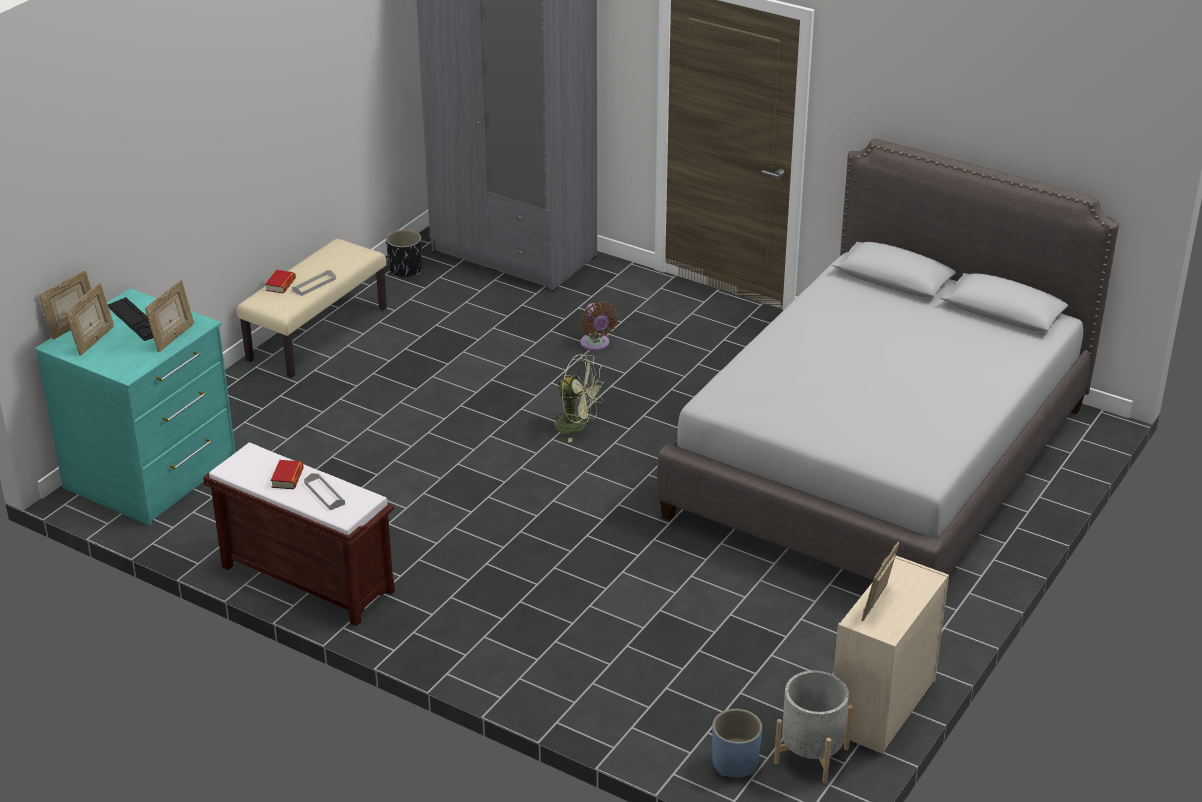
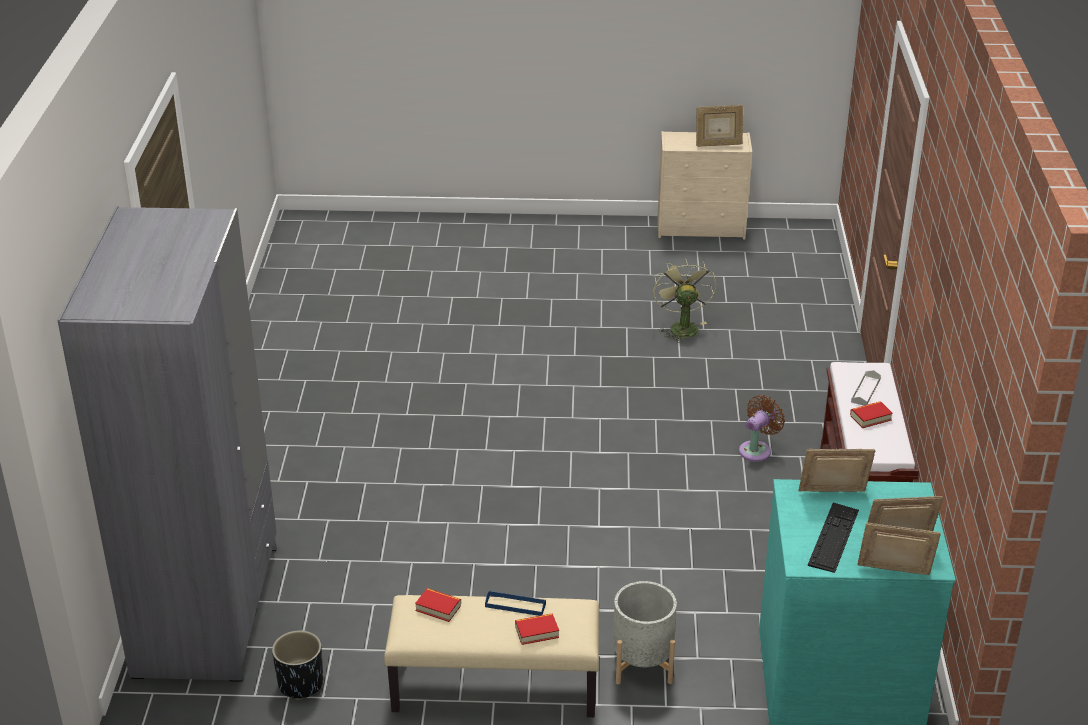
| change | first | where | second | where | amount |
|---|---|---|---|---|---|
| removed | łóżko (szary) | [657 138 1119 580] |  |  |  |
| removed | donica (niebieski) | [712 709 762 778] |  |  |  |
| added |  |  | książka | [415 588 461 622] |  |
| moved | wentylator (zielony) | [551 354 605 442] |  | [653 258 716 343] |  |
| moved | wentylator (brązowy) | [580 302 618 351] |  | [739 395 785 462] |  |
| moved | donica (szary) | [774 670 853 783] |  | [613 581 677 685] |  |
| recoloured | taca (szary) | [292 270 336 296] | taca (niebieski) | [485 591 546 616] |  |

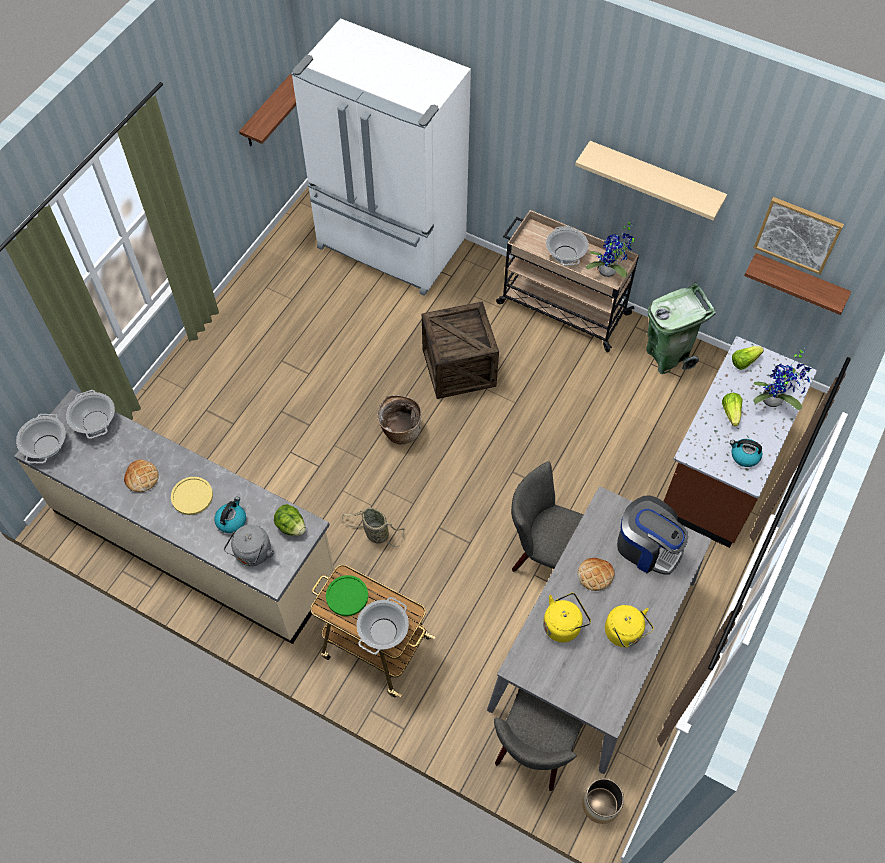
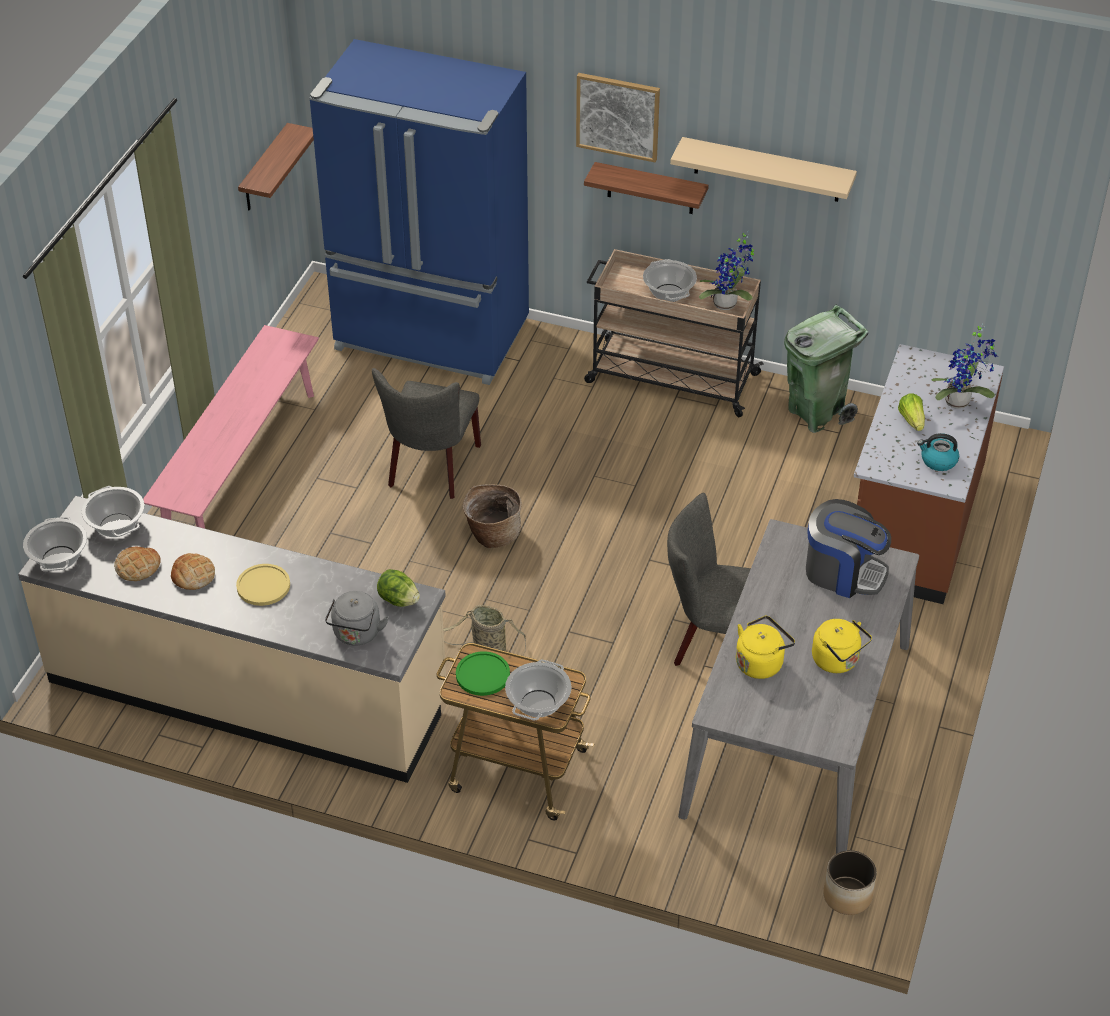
| change | first | where | second | where | amount |
|---|---|---|---|---|---|
| removed | czajnik | [214 497 246 533] |  |  |  |
| removed | skrzynka | [422 301 499 399] |  |  |  |
| removed | sałata | [732 346 764 370] |  |  |  |
| added |  |  | ławka (różowy) | [143 325 319 529] |  |
| moved | krzesło (szary) | [494 689 584 791] |  | [372 368 481 499] |  |
| moved | chleb | [578 558 615 591] |  | [114 547 161 581] |  |
| moved | półka | [744 253 852 315] |  | [584 162 709 214] |  |
| moved | obraz | [754 197 844 275] |  | [576 73 660 162] |  |
| recoloured | lodówka (biały) | [291 18 471 296] | lodówka (niebieski) | [309 39 529 385] |  |

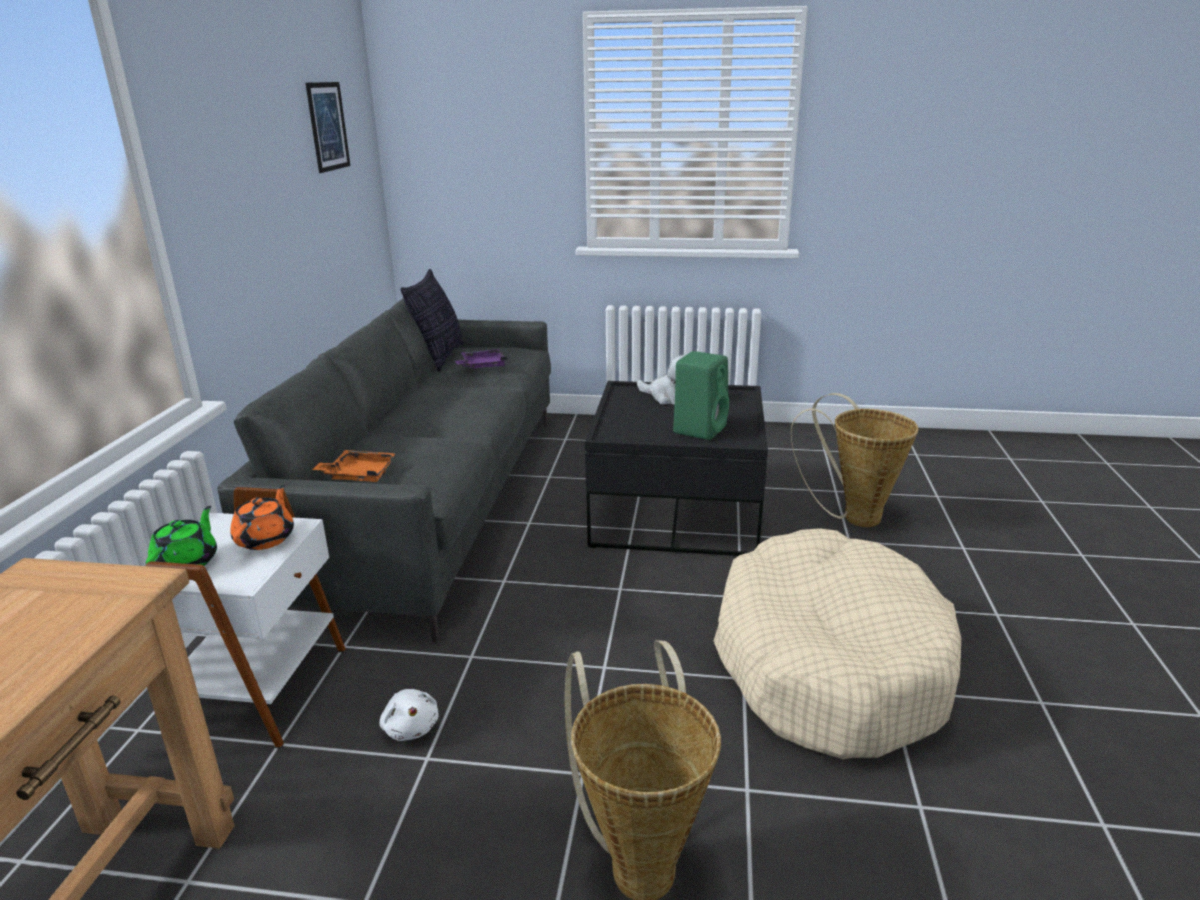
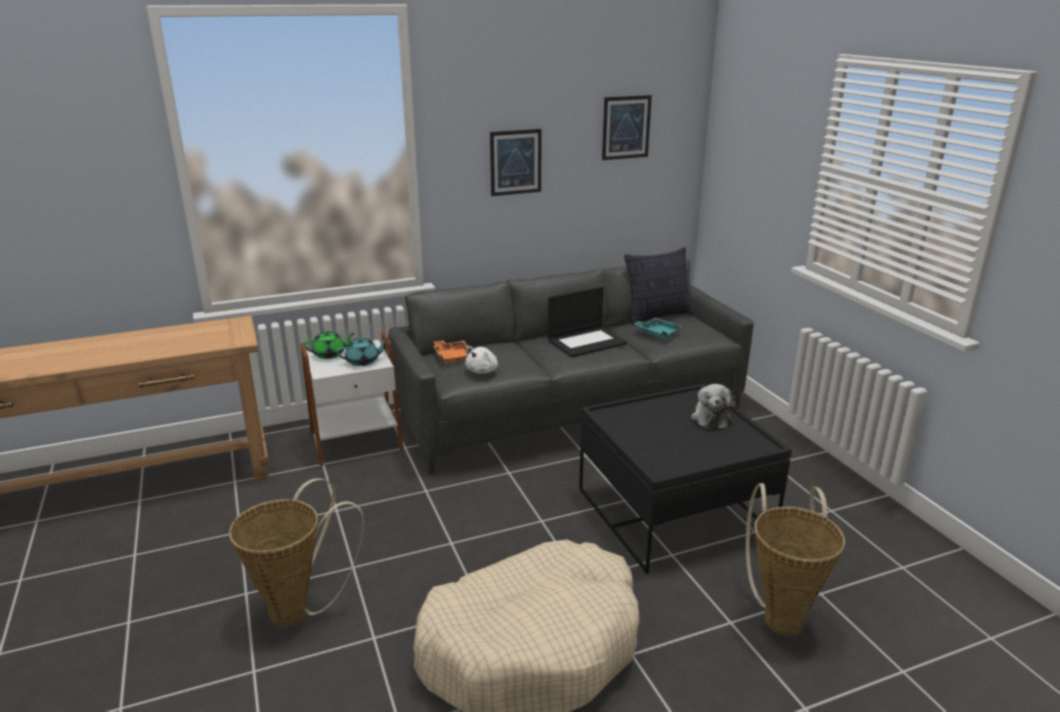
| change | first | where | second | where | amount |
|---|---|---|---|---|---|
| removed | głośnik (zielony) | [673 351 729 440] |  |  |  |
| added |  |  | obraz | [490 129 542 196] |  |
| added |  |  | laptop | [548 286 627 357] |  |
| moved | pluszak (biały) | [380 689 438 741] |  | [465 346 498 373] |  |
| recoloured | imbryk (pomarańczowy) | [230 485 294 550] | imbryk (turkusowy) | [336 337 389 366] |  |
| recoloured | taca (fioletowy) | [455 349 508 369] | taca (turkusowy) | [634 318 682 339] |  |

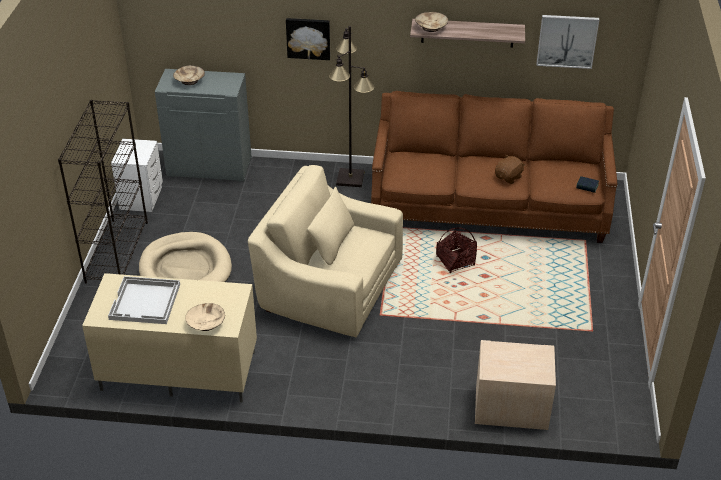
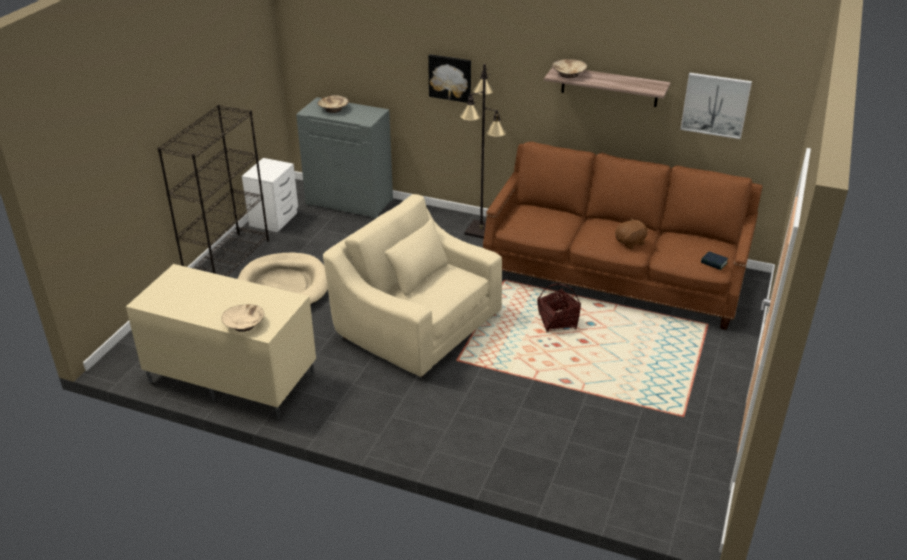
| change | first | where | second | where | amount |
|---|---|---|---|---|---|
| removed | taca (biały) | [108 276 180 324] |  |  |  |
| removed | szafka nocna (beżowy) | [475 340 556 430] |  |  |  |

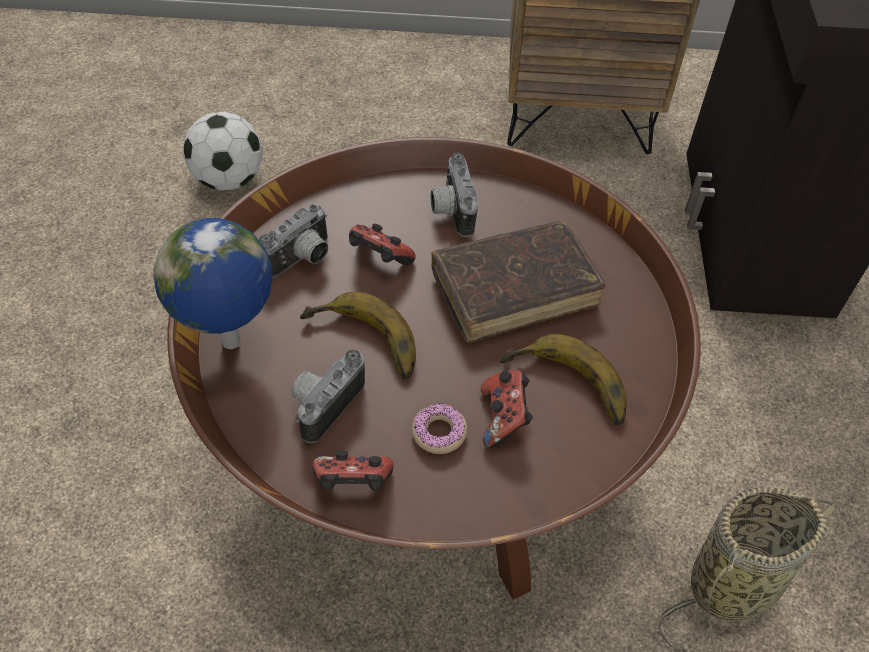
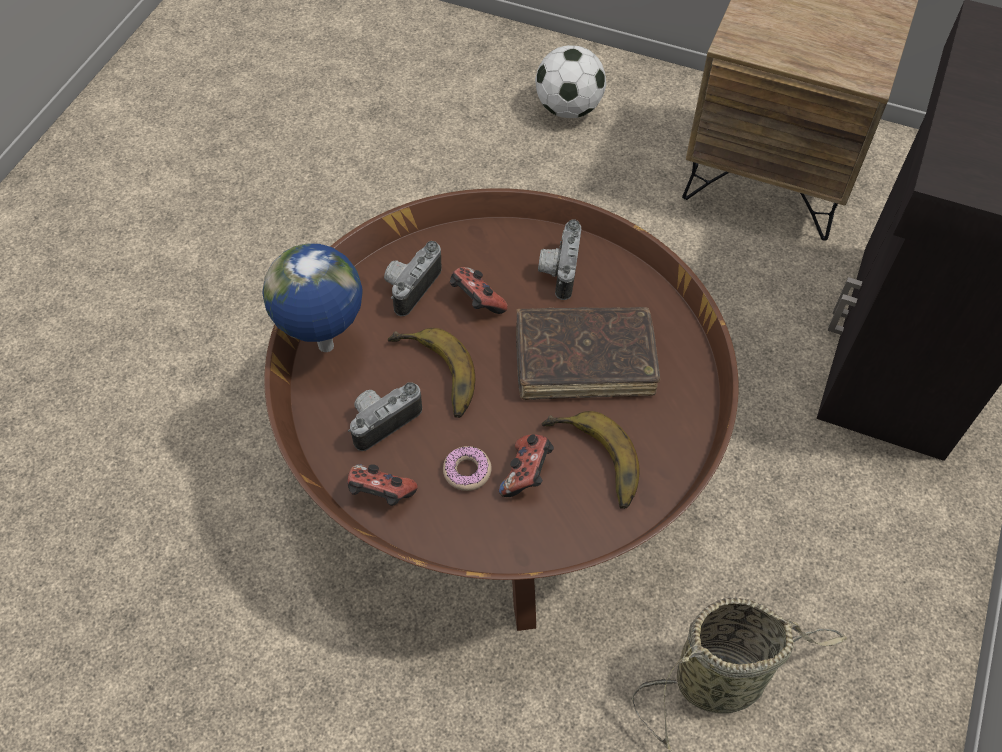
| change | first | where | second | where | amount |
|---|---|---|---|---|---|
| moved | piłka futbolowa | [183 112 263 190] |  | [535 45 606 118] |  |
| turned | aparat fotograficzny | [259 204 328 279] |  | [384 241 441 316] | 150 degrees clockwise |

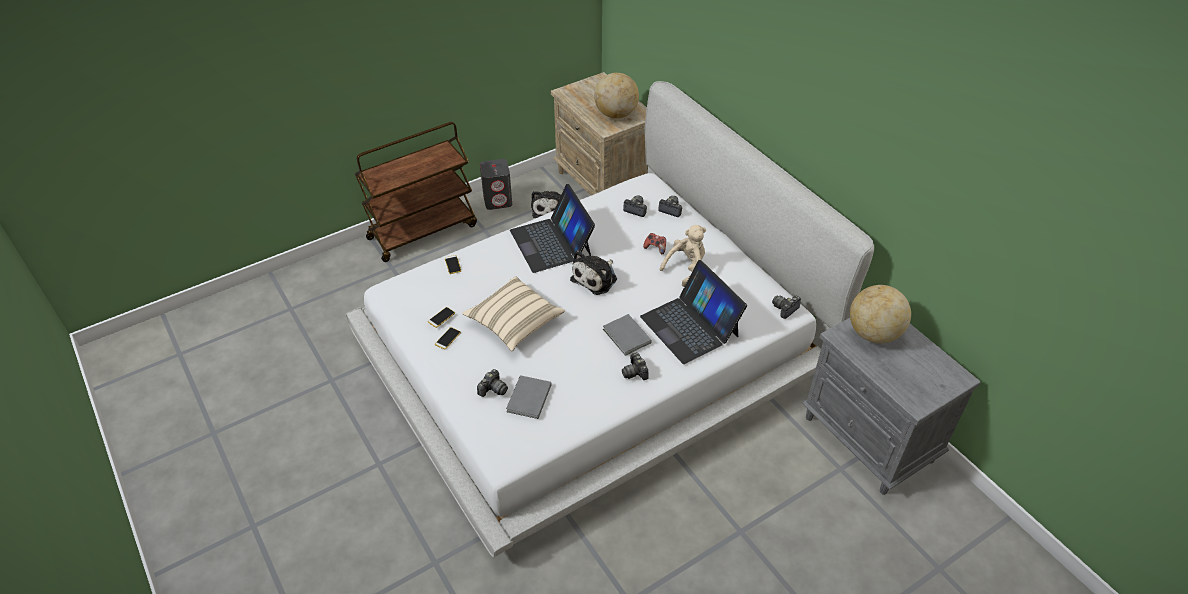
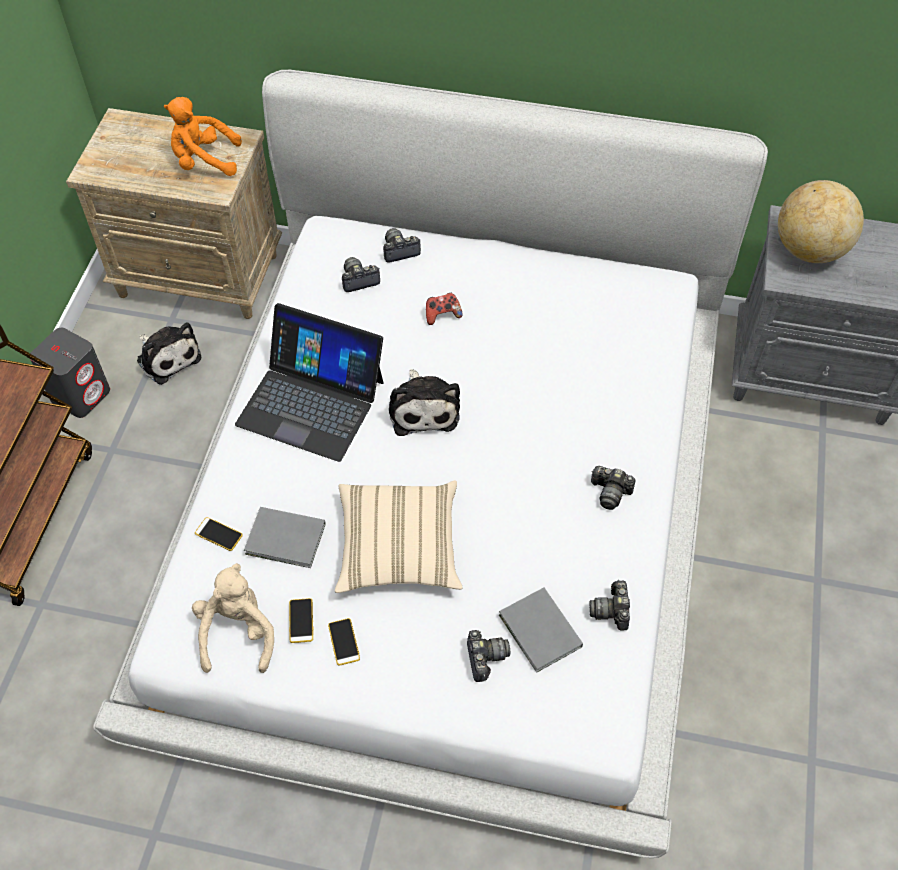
| change | first | where | second | where | amount |
|---|---|---|---|---|---|
| removed | laptop | [640 260 747 364] |  |  |  |
| moved | książka (szary) | [603 314 652 356] |  | [244 507 326 568] |  |
| moved | pluszak (beżowy) | [660 225 706 287] |  | [192 563 274 673] |  |
| moved | aparat fotograficzny | [772 295 801 319] |  | [589 580 630 631] |  |
| replaced | globus | [594 73 639 119] | pluszak (pomarańczowy) | [164 97 242 176] |  |

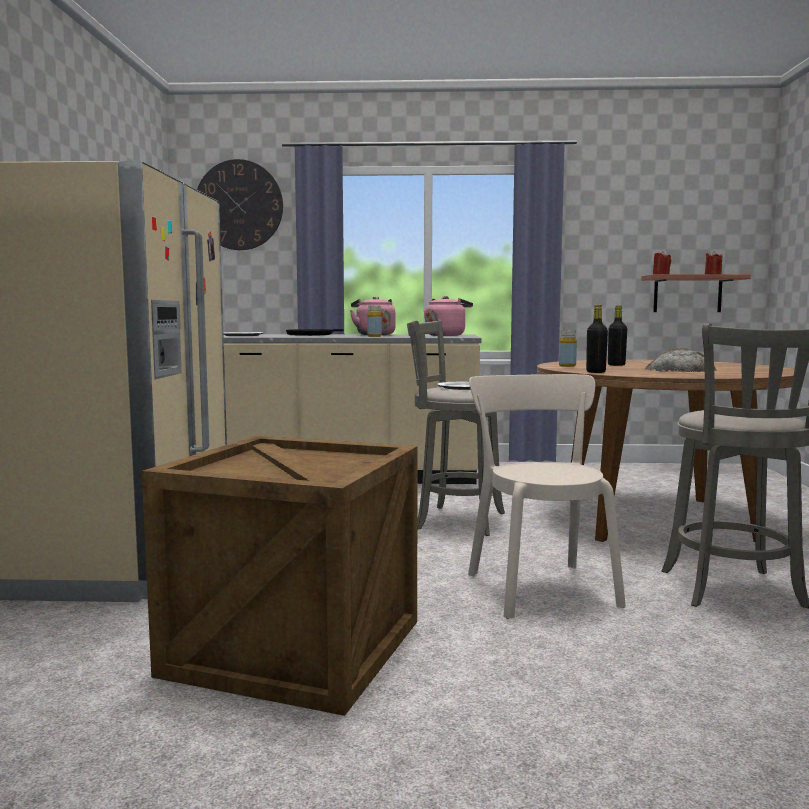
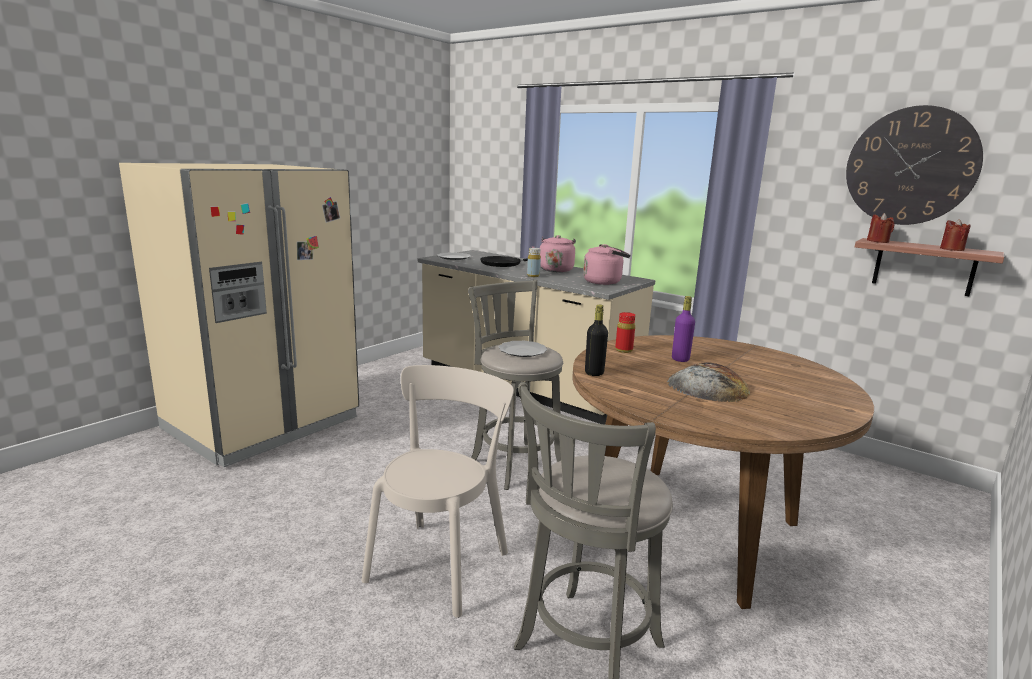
| change | first | where | second | where | amount |
|---|---|---|---|---|---|
| removed | skrzynka | [142 436 418 716] |  |  |  |
| moved | zegar ścienny | [197 159 283 250] |  | [846 105 983 225] |  |
| recoloured | butelka (żółty) | [559 330 577 367] | butelka (czerwony) | [615 312 635 353] |  |
| recoloured | butelka (czarny) | [608 306 627 366] | butelka (fioletowy) | [672 296 695 362] |  |

